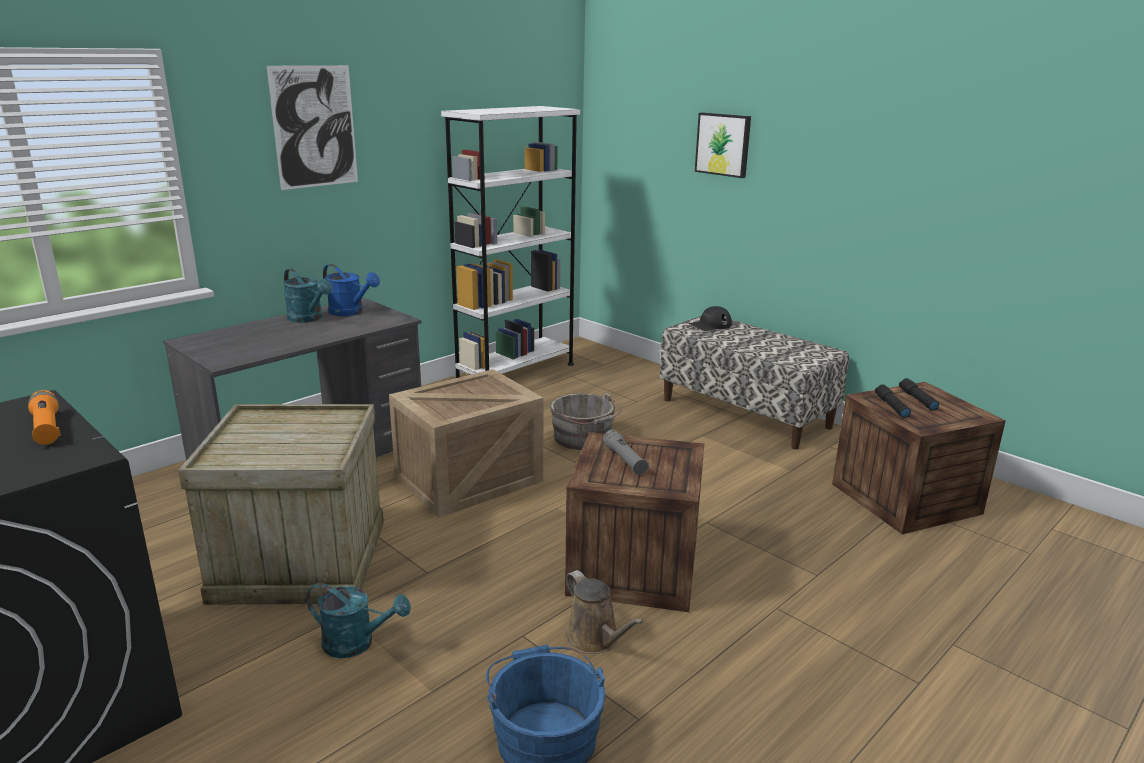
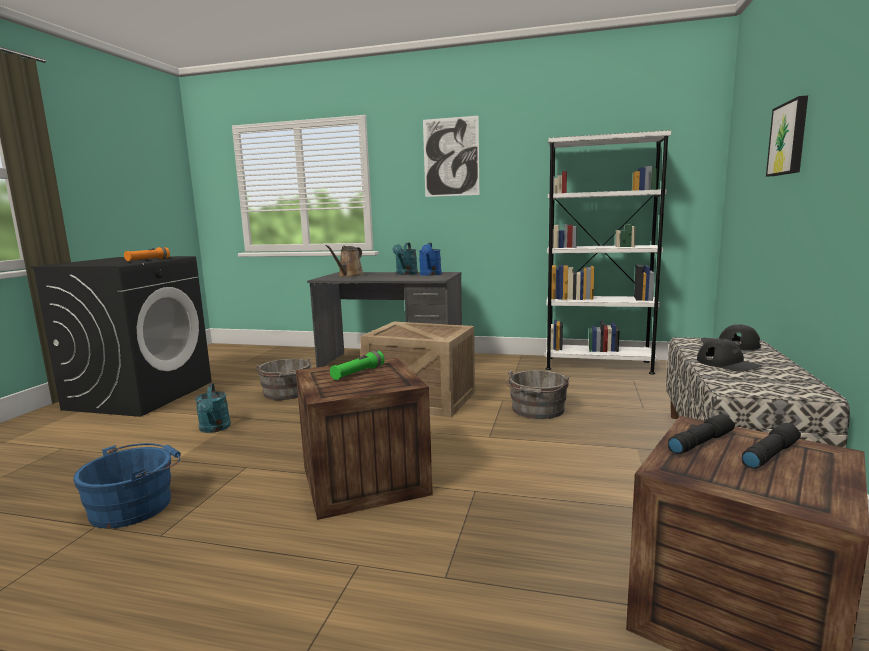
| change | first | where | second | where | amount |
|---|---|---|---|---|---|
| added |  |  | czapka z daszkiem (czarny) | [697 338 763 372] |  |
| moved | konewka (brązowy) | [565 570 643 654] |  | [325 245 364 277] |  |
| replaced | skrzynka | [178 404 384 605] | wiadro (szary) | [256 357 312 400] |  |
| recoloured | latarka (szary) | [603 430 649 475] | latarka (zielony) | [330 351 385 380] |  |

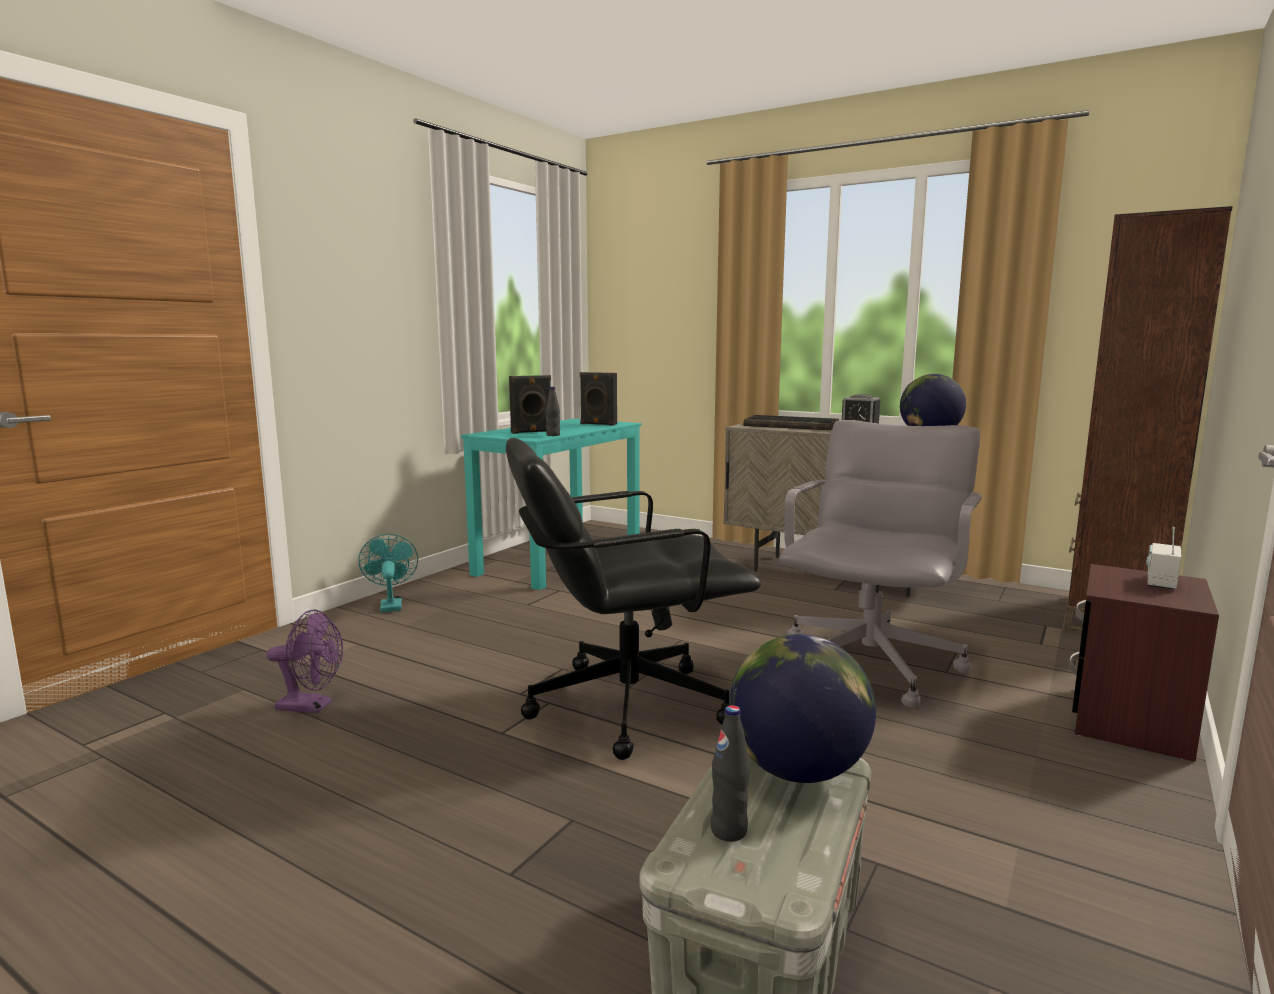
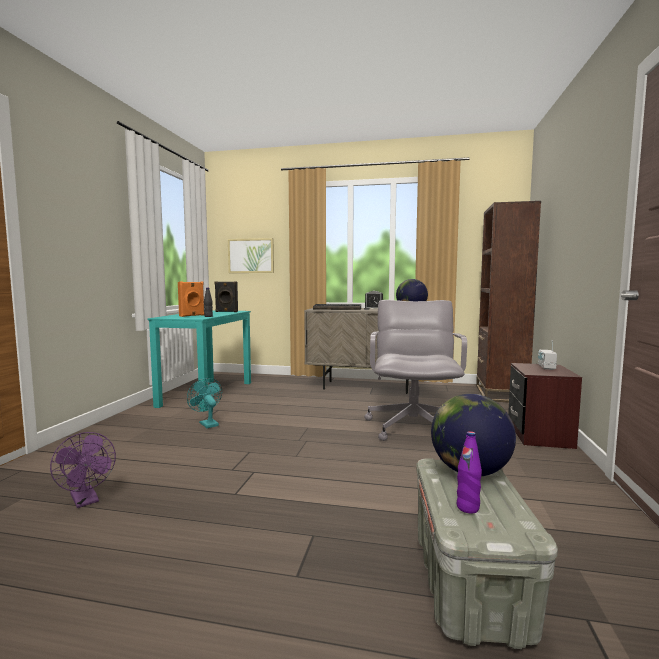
| change | first | where | second | where | amount |
|---|---|---|---|---|---|
| removed | krzesło biurowe (czarny) | [506 438 761 760] |  |  |  |
| added |  |  | obraz | [228 238 274 273] |  |
| moved | wentylator (turkusowy) | [358 534 418 613] |  | [187 378 222 428] |  |
| recoloured | głośnik (czarny) | [509 375 551 434] | głośnik (pomarańczowy) | [178 282 204 317] |  |
| recoloured | butelka (czarny) | [710 705 750 842] | butelka (fioletowy) | [457 431 482 513] |  |
| turned | wentylator (fioletowy) | [266 609 343 713] |  | [50 432 116 508] | 60 degrees clockwise |

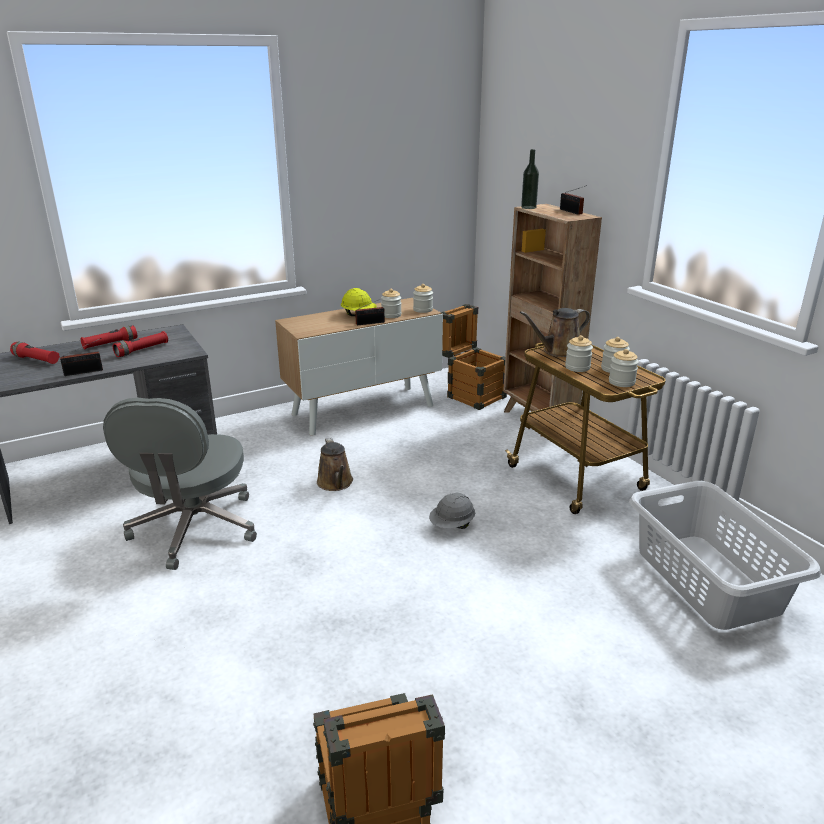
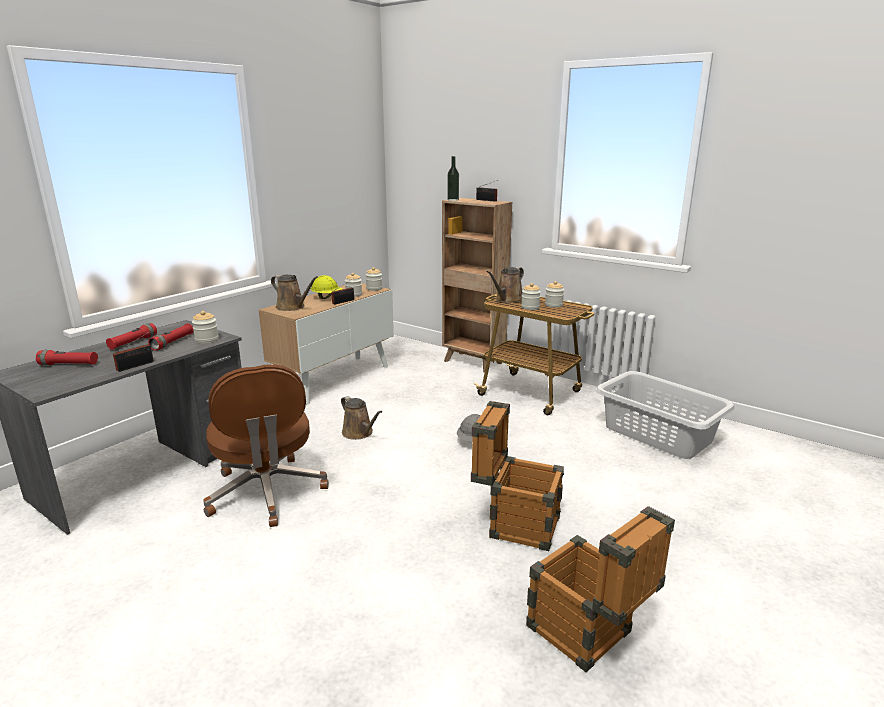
| change | first | where | second | where | amount |
|---|---|---|---|---|---|
| added |  |  | konewka (brązowy) | [271 274 318 311] |  |
| moved | skrzynka | [441 304 507 410] |  | [471 401 564 551] |  |
| moved | słoik | [609 349 639 387] |  | [192 311 219 344] |  |
| recoloured | krzesło biurowe (szary) | [103 398 257 570] | krzesło biurowe (brązowy) | [204 364 329 527] |  |

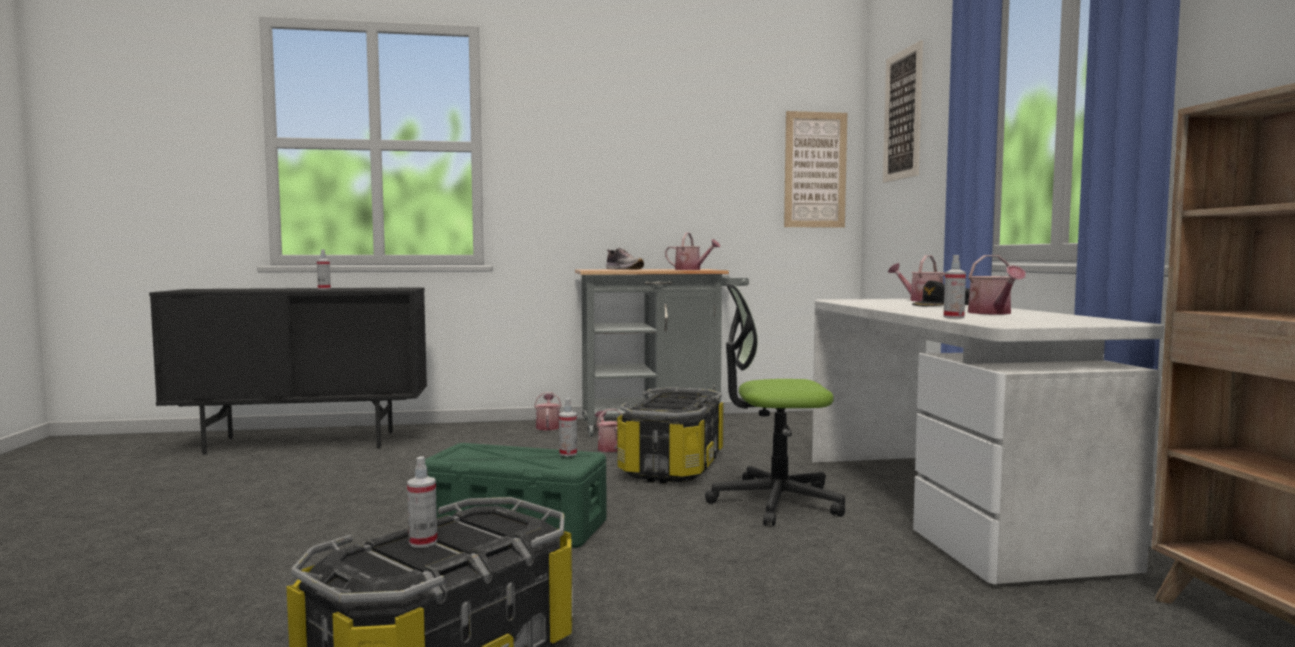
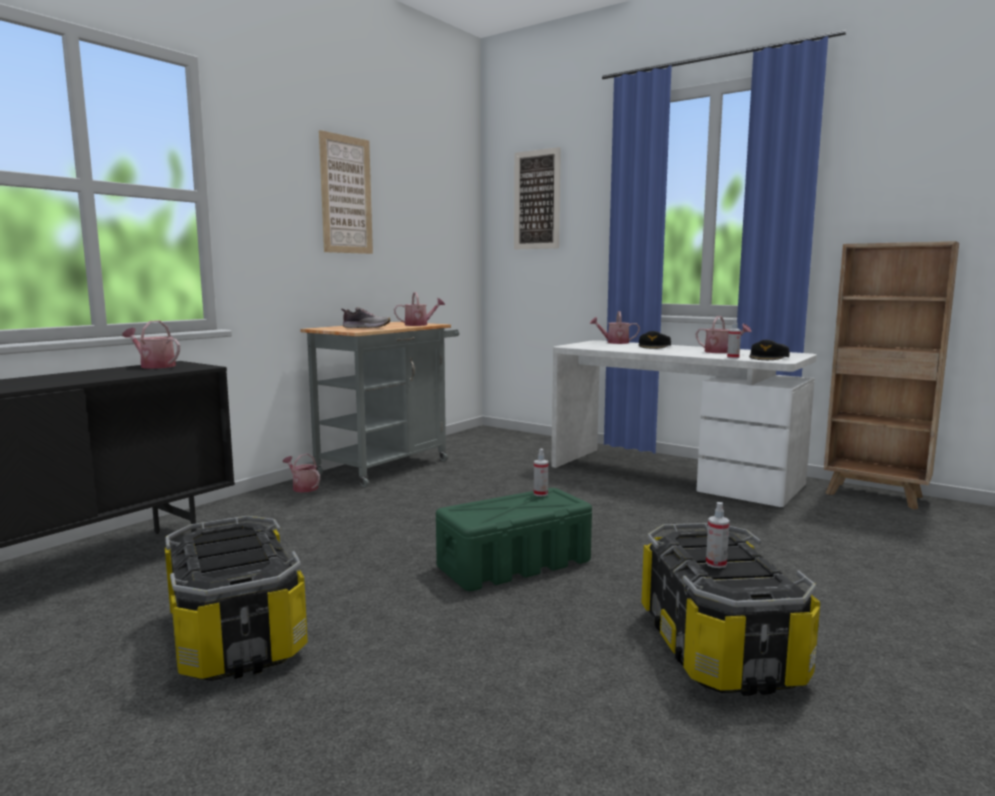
| change | first | where | second | where | amount |
|---|---|---|---|---|---|
| removed | spryskiwacz | [317 249 331 289] |  |  |  |
| removed | krzesło biurowe | [705 283 845 526] |  |  |  |
| added |  |  | czapka z daszkiem (czarny) | [749 340 790 360] |  |
| moved | konewka | [595 409 623 452] |  | [122 320 180 369] |  |
| moved | pojemnik do przechowywania | [617 387 723 483] |  | [165 516 308 681] |  |
| moved | obraz | [784 111 847 228] |  | [319 130 373 254] |  |

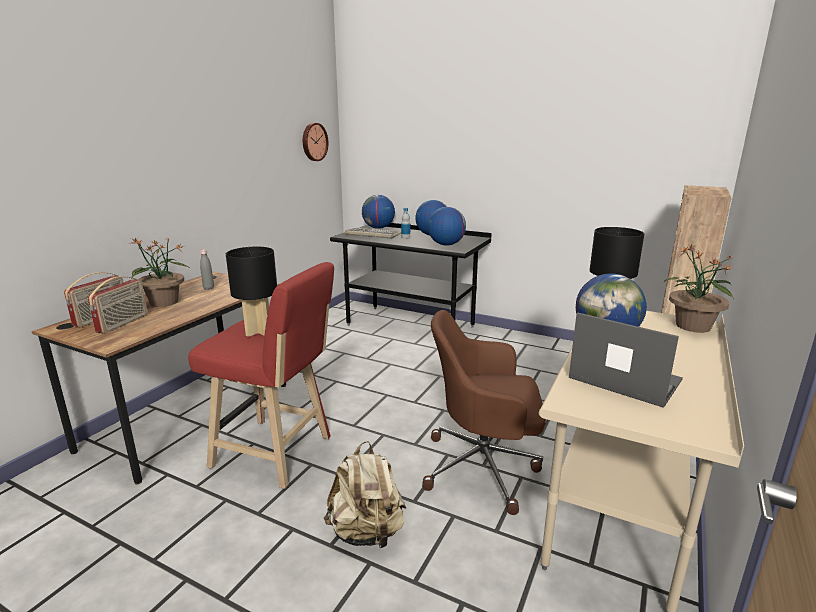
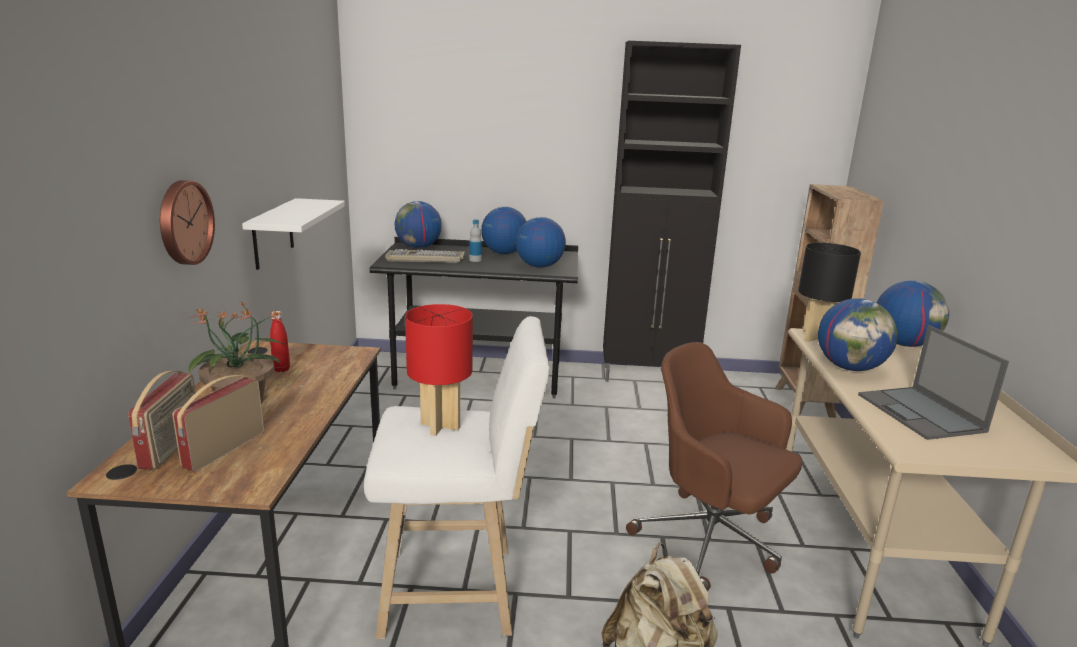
| change | first | where | second | where | amount |
|---|---|---|---|---|---|
| added |  |  | półka (biały) | [242 198 345 270] |  |
| added |  |  | szafka (czarny) | [603 41 741 382] |  |
| moved | zegar ścienny | [303 123 329 161] |  | [160 180 215 265] |  |
| replaced | roślina doniczkowa | [663 244 734 333] | globus | [876 280 949 347] |  |
| recoloured | stołek (czerwony) | [188 262 334 489] | stołek (biały) | [364 316 550 639] |  |
| recoloured | butelka (szary) | [200 249 214 290] | butelka (czerwony) | [270 311 290 372] |  |
| recoloured | lampa stołowa (czarny) | [226 247 277 337] | lampa stołowa (czerwony) | [405 304 473 436] |  |
| turned | radio | [88 276 148 334] |  | [172 375 264 472] | 150 degrees counterclockwise |
| turned | krzesło biurowe (brązowy) | [422 310 546 515] |  | [626 342 802 591] | 60 degrees clockwise |
| turned | laptop | [569 312 683 408] |  | [858 325 1009 440] | 120 degrees counterclockwise |

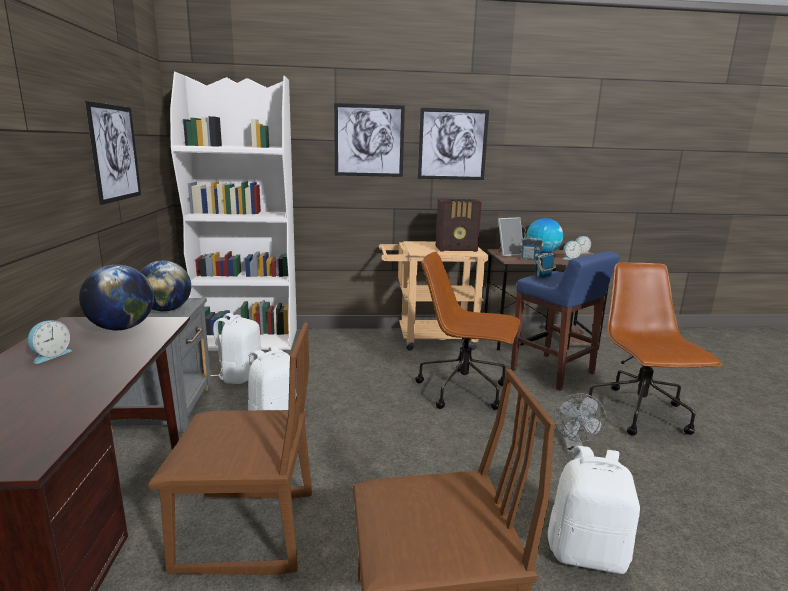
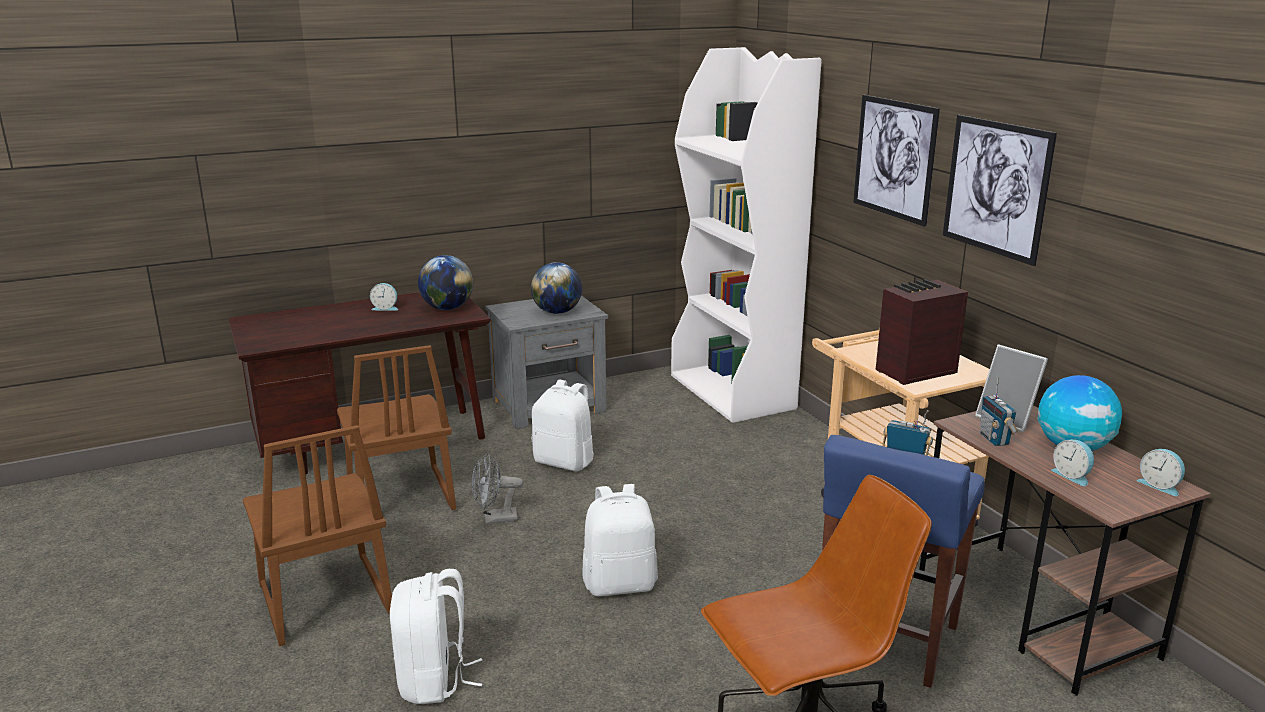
| change | first | where | second | where | amount |
|---|---|---|---|---|---|
| removed | obraz | [85 101 141 205] |  |  |  |
| removed | krzesło biurowe (brązowy) | [415 252 520 410] |  |  |  |
| moved | plecak (biały) | [211 313 261 384] |  | [582 484 658 596] |  |
| moved | wentylator (szary) | [554 393 606 453] |  | [472 453 523 524] |  |
| turned | radio | [436 199 482 252] |  | [876 279 968 385] | 90 degrees clockwise |

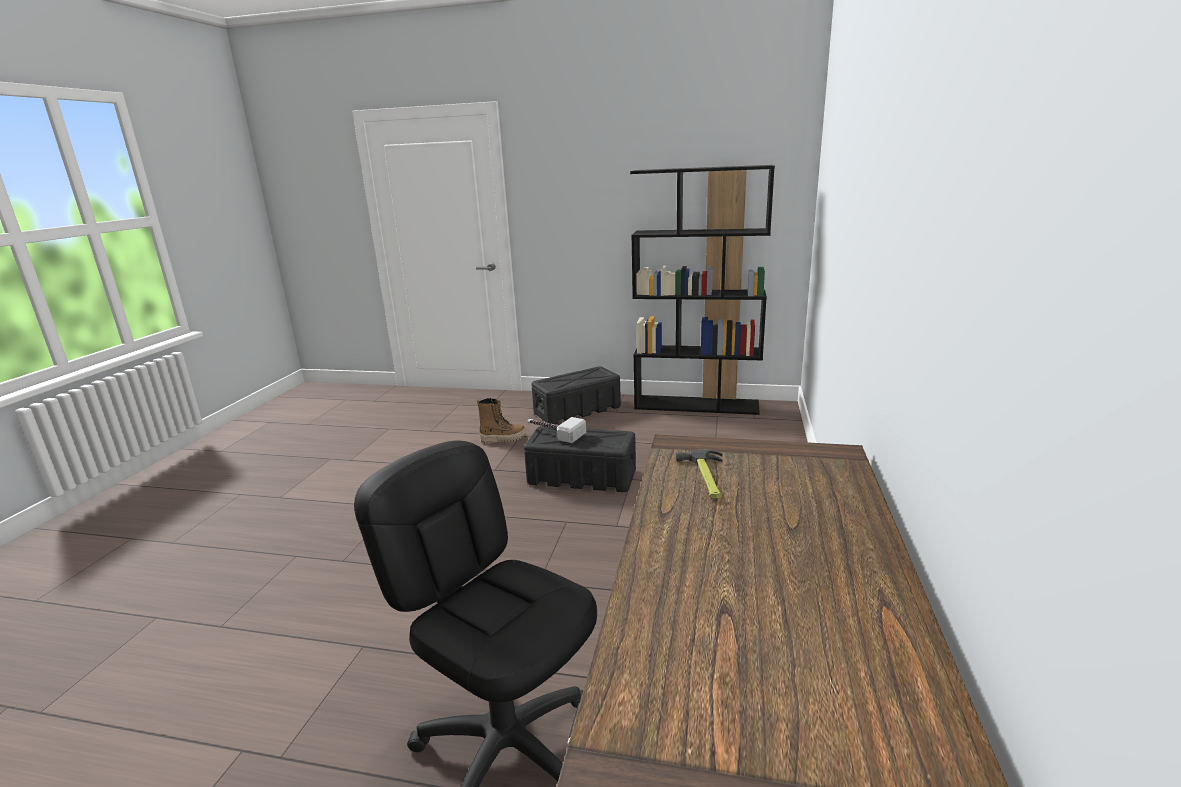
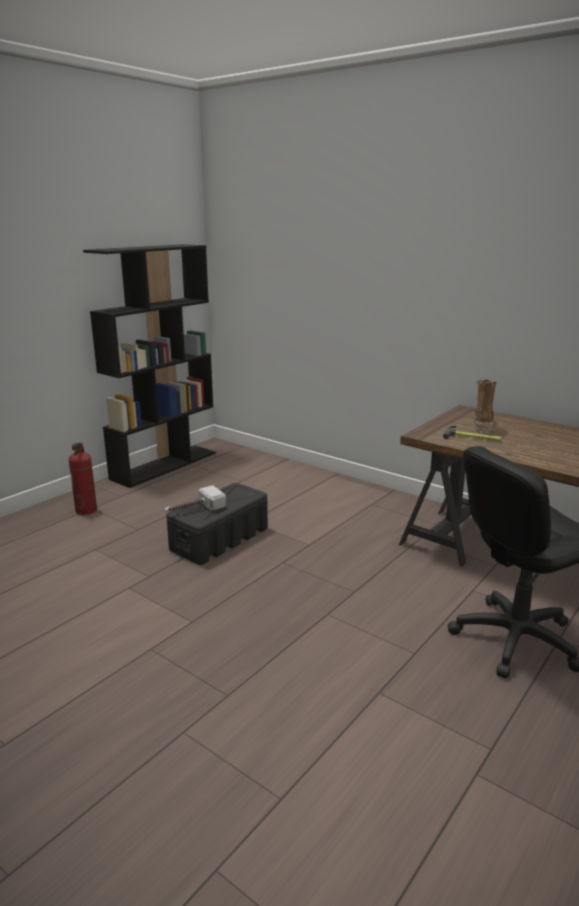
| change | first | where | second | where | amount |
|---|---|---|---|---|---|
| moved | but z cholewką | [477 398 526 444] |  | [474 380 497 434] |  |
| replaced | pojemnik do przechowywania (czarny) | [531 366 621 424] | gaśnica | [69 443 97 515] |  |

